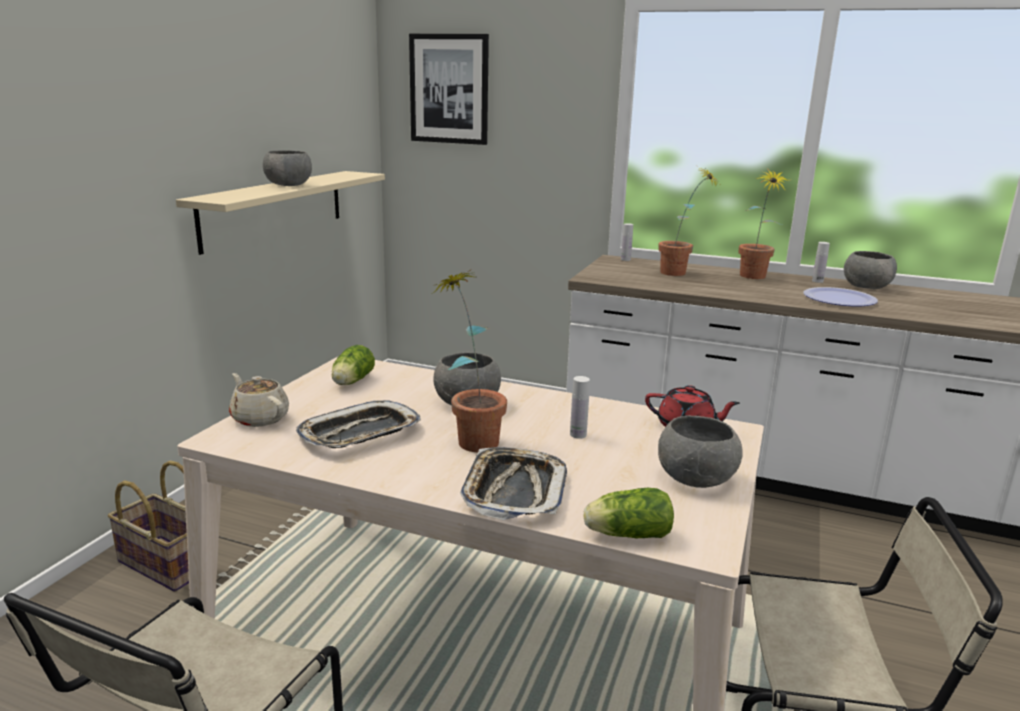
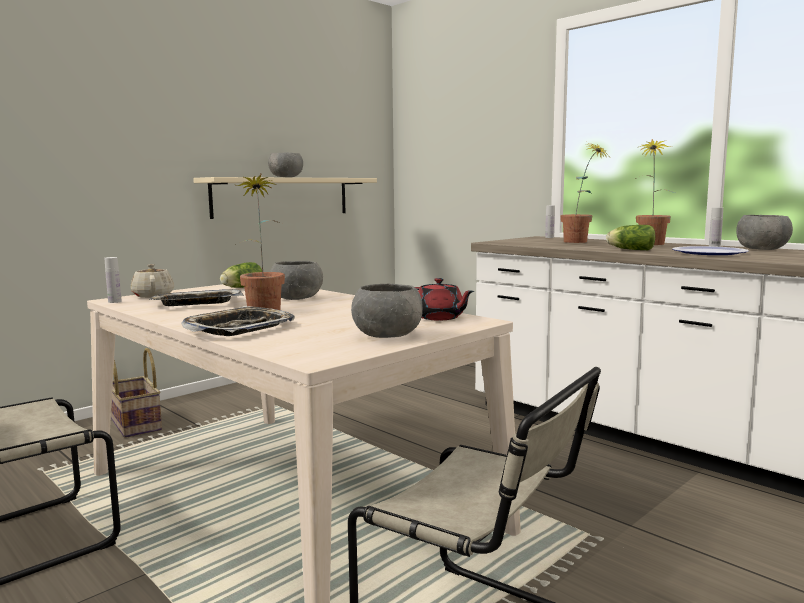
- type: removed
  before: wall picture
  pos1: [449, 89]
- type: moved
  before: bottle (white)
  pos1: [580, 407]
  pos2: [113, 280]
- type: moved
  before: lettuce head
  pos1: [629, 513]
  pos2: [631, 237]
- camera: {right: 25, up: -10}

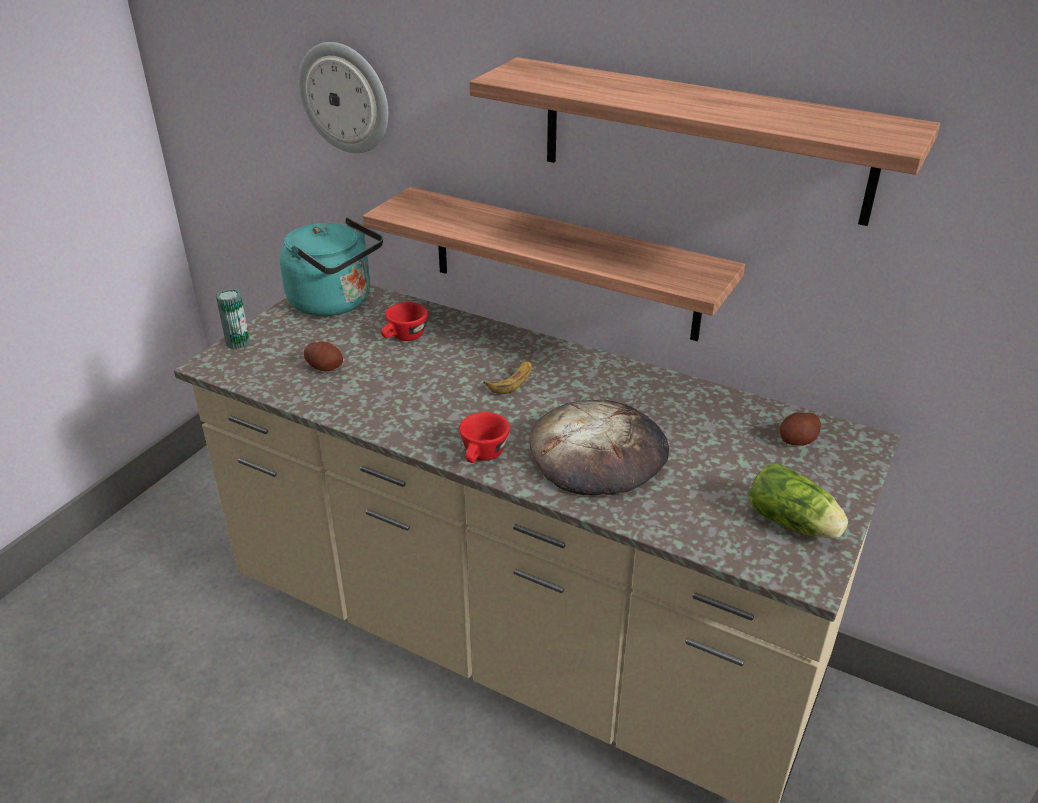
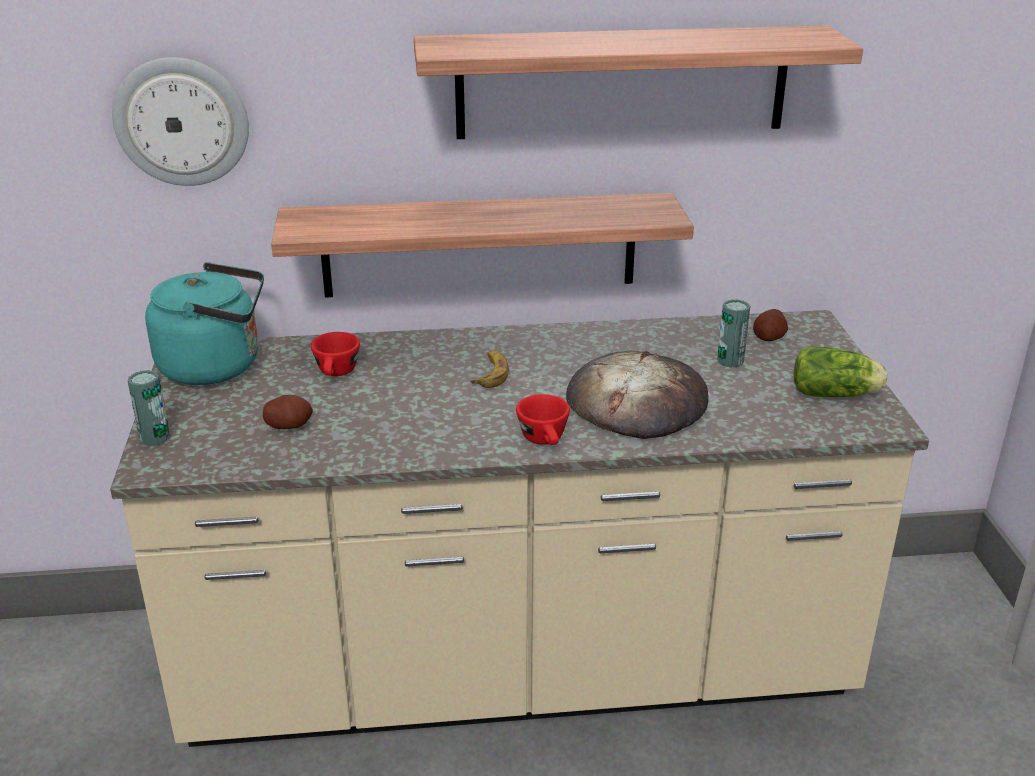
- type: added
  after: metal can
  pos2: [733, 333]
- camera: {right: -35, up: -5}

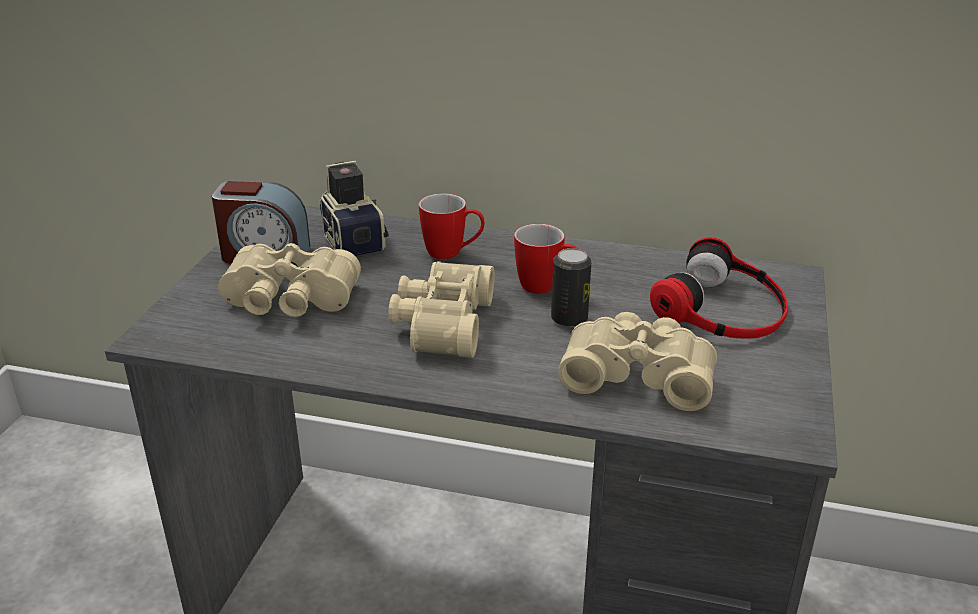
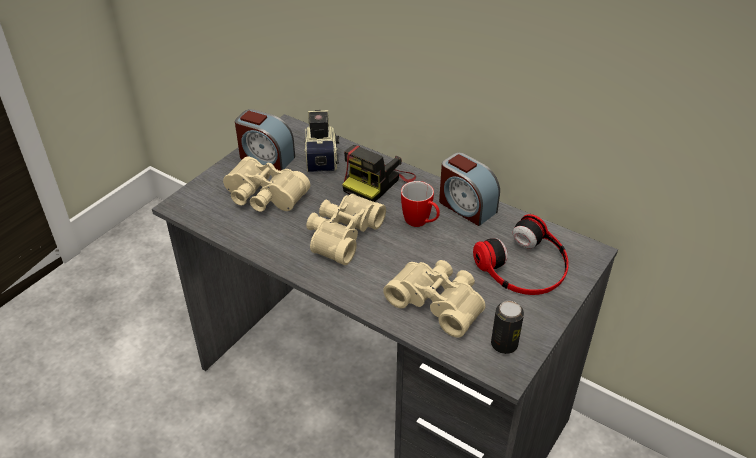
- type: replaced
  before: mug
  after: photo camera
  pos1: [452, 226]
  pos2: [379, 173]
- type: moved
  before: metal can
  pos1: [571, 287]
  pos2: [507, 327]
- type: added
  after: alarm clock
  pos2: [469, 189]
- camera: {right: 20, up: 10}

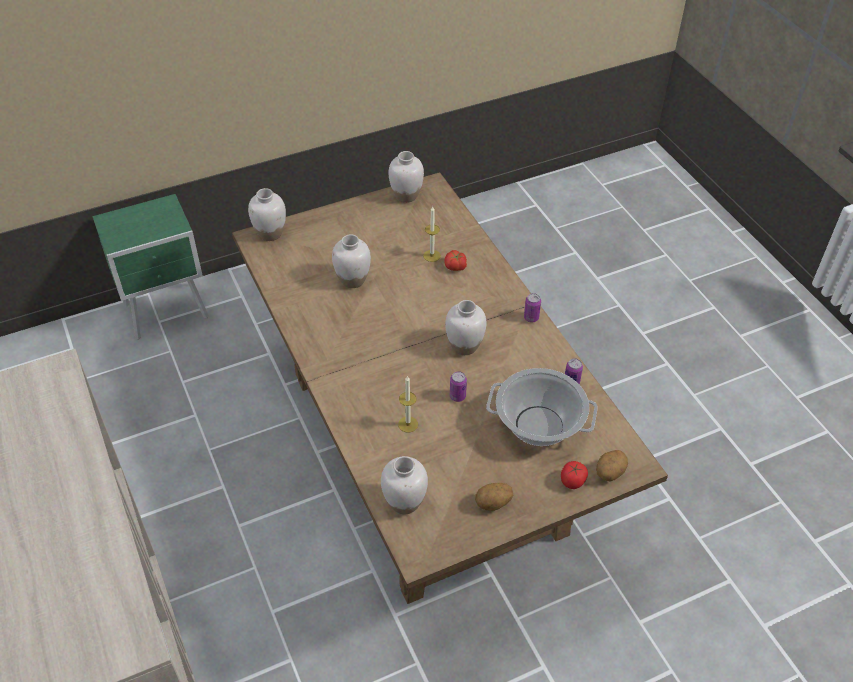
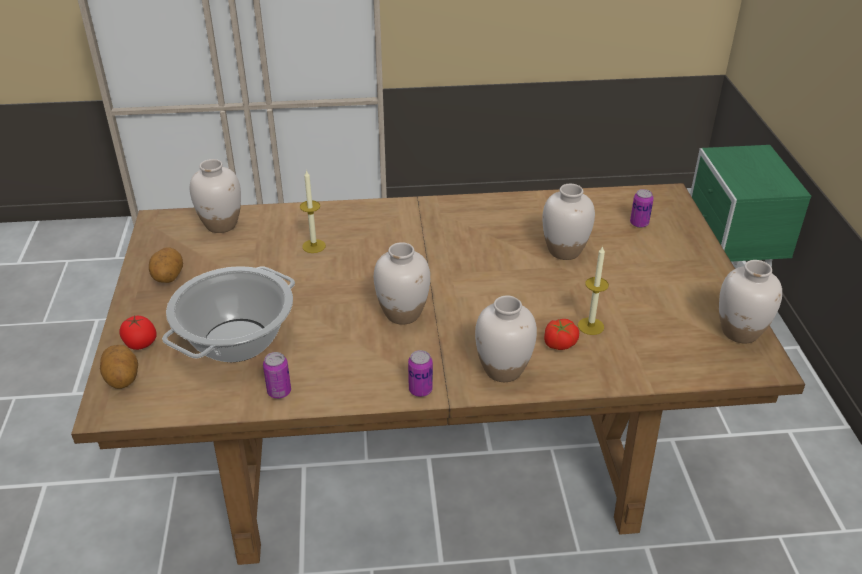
- type: moved
  before: vase (white)
  pos1: [267, 214]
  pos2: [506, 338]
- type: moved
  before: metal can
  pos1: [458, 386]
  pos2: [642, 208]
- camera: {right: 110, up: -10}

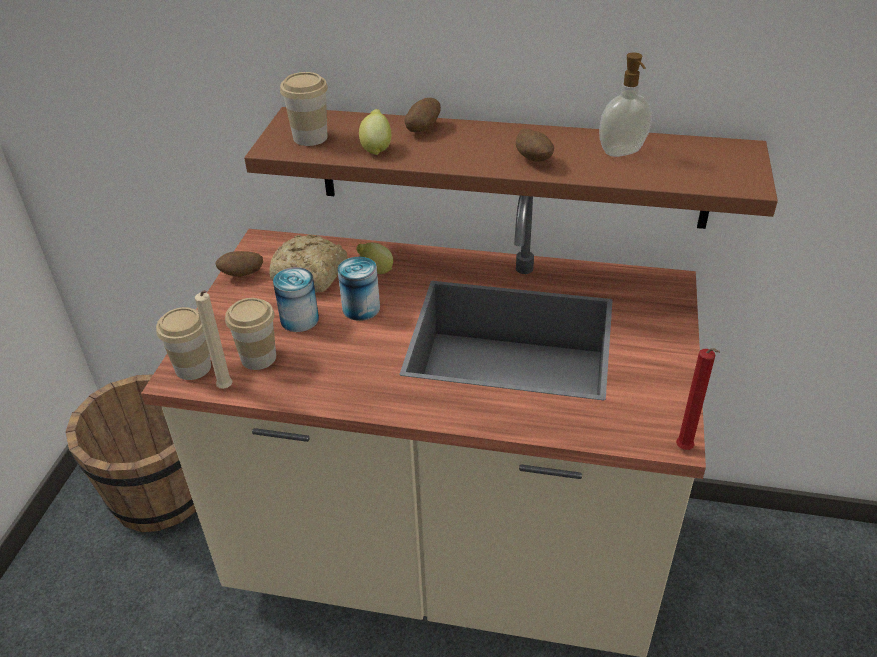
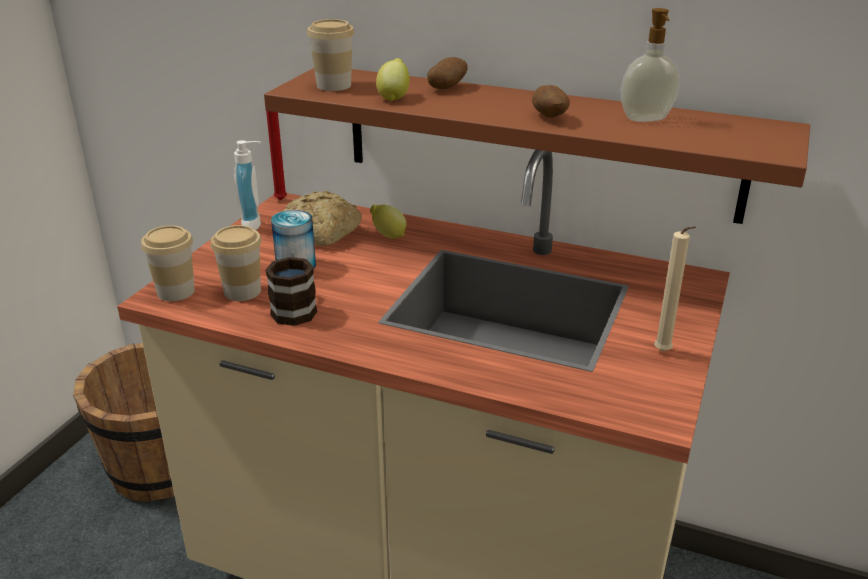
- type: moved
  before: wax candle (beige)
  pos1: [214, 339]
  pos2: [675, 289]
- type: replaced
  before: whole potato
  after: soap dispenser
  pos1: [239, 263]
  pos2: [247, 185]
- type: removed
  before: metal can
  pos1: [359, 289]
- type: moved
  before: wax candle (red)
  pos1: [698, 399]
  pos2: [276, 155]
- type: added
  after: mug
  pos2: [291, 290]
- camera: {right: 10, up: -10}

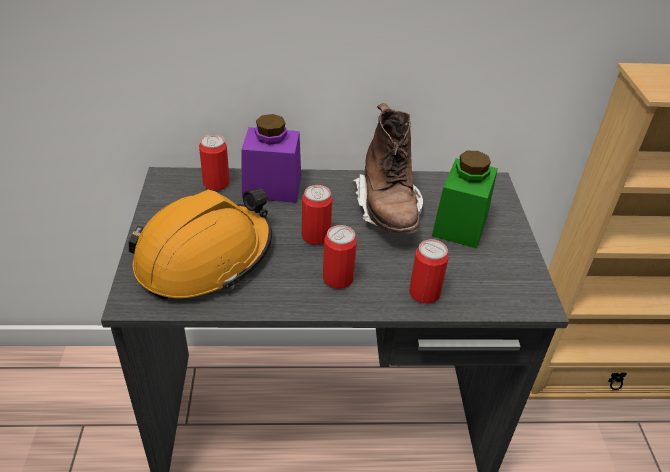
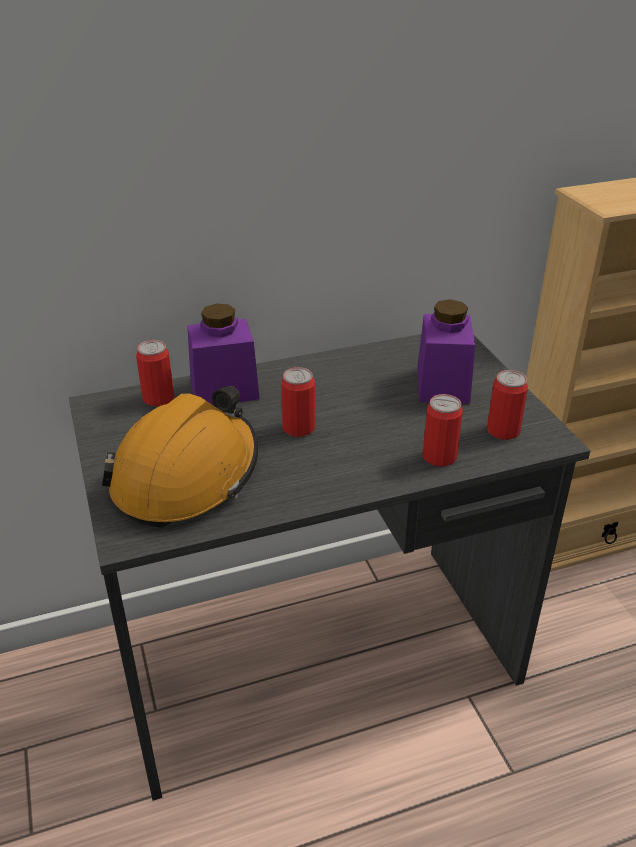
- type: moved
  before: metal can
  pos1: [340, 257]
  pos2: [507, 405]
- type: removed
  before: boot (brown-coloured)
  pos1: [388, 169]
- type: recoloured
  before: preserve jar (green)
  after: preserve jar (purple)
  pos1: [465, 200]
  pos2: [446, 351]
- camera: {right: -15, up: -5}

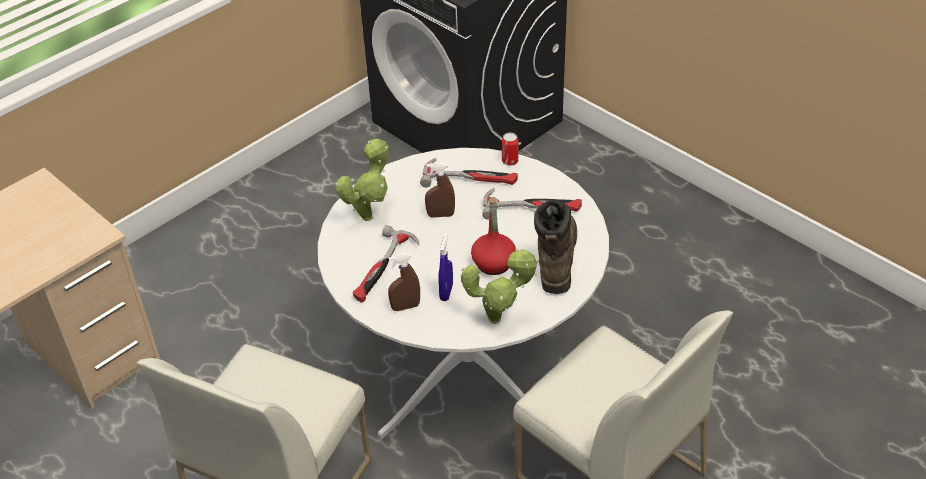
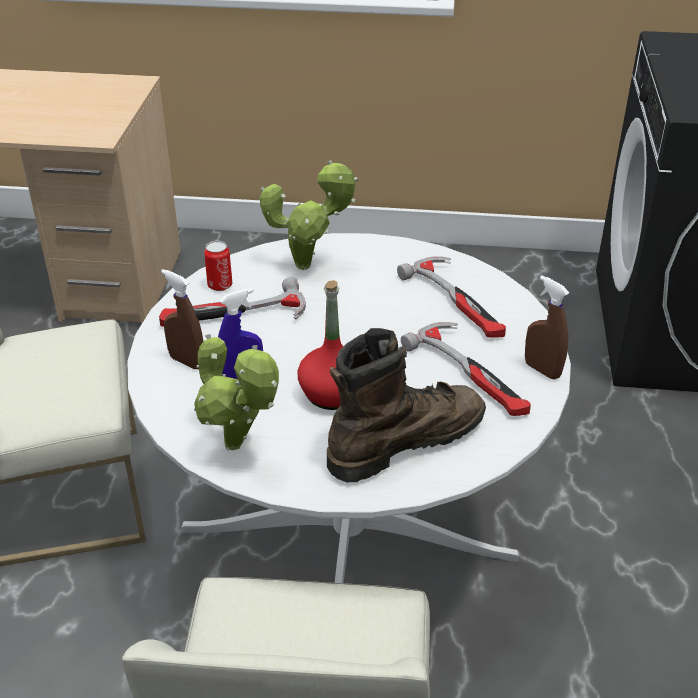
- type: moved
  before: sprayer (brown-coloured)
  pos1: [440, 190]
  pos2: [547, 327]
- type: moved
  before: metal can
  pos1: [510, 149]
  pos2: [218, 266]
- camera: {right: 50, up: -5}

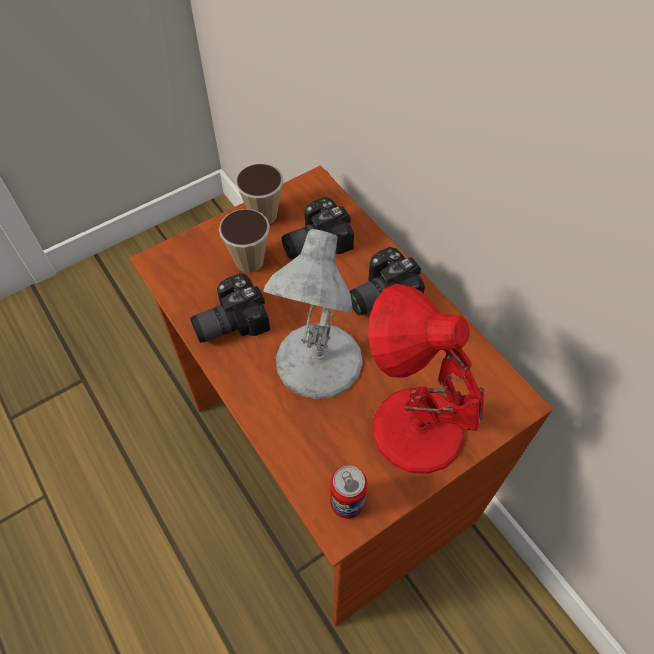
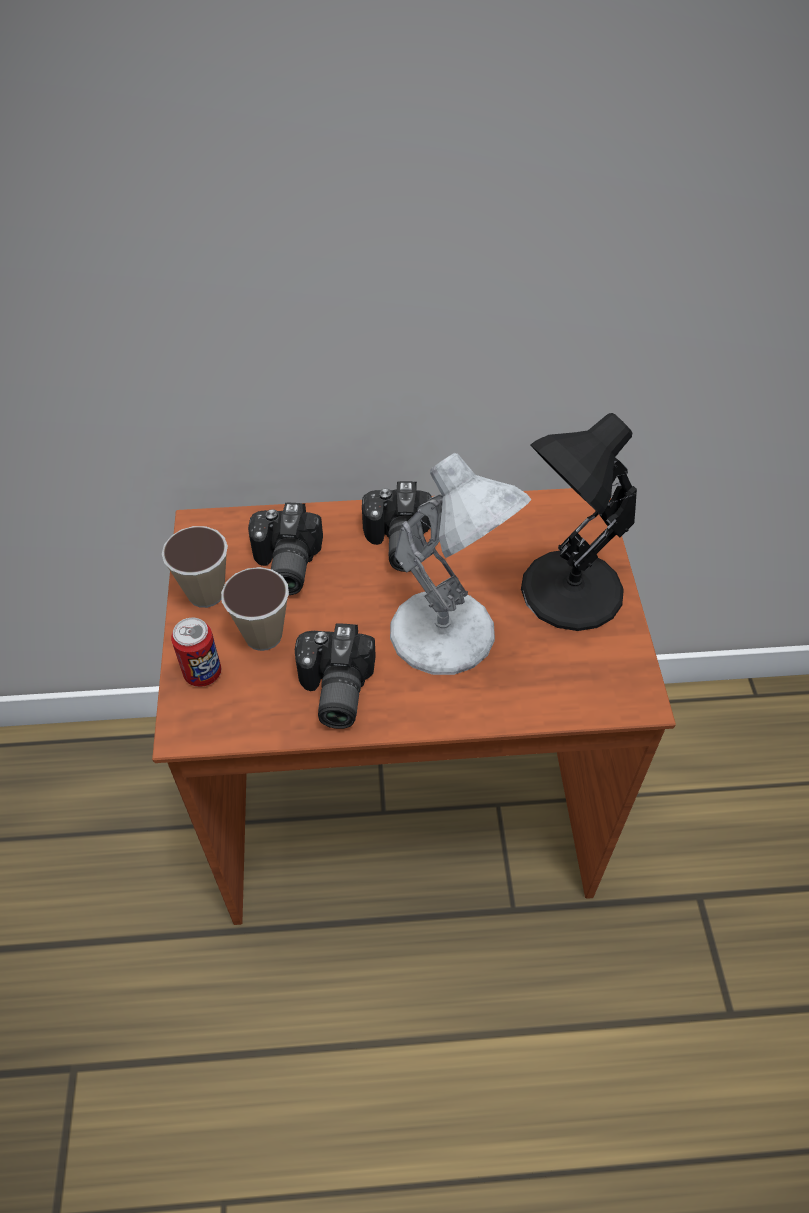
- type: moved
  before: metal can
  pos1: [348, 492]
  pos2: [196, 652]
- type: recoloured
  before: tabletop lamp (red)
  after: tabletop lamp (black)
  pos1: [426, 379]
  pos2: [579, 522]
- camera: {right: -60, up: -5}

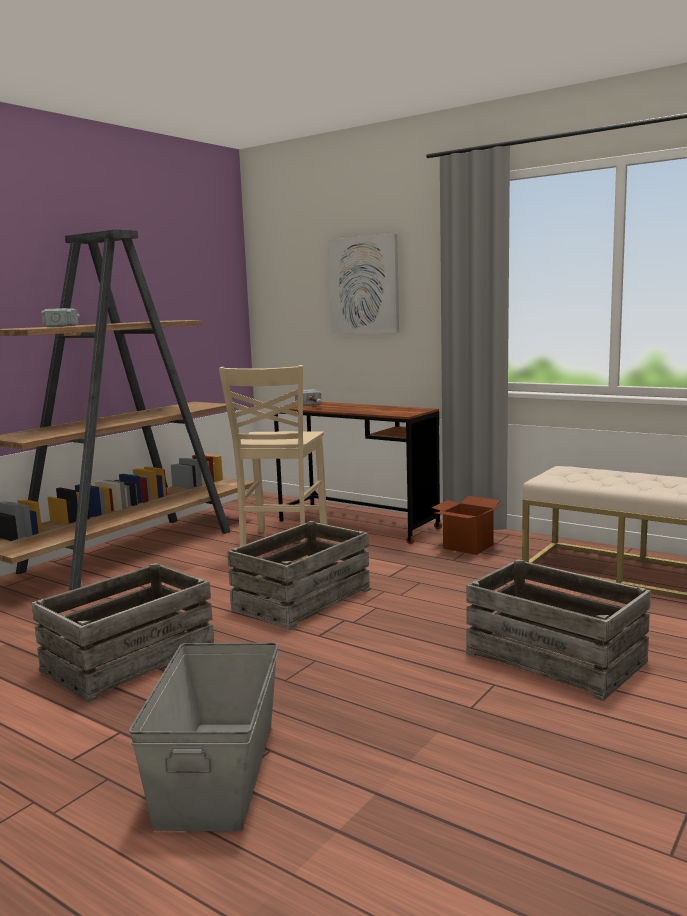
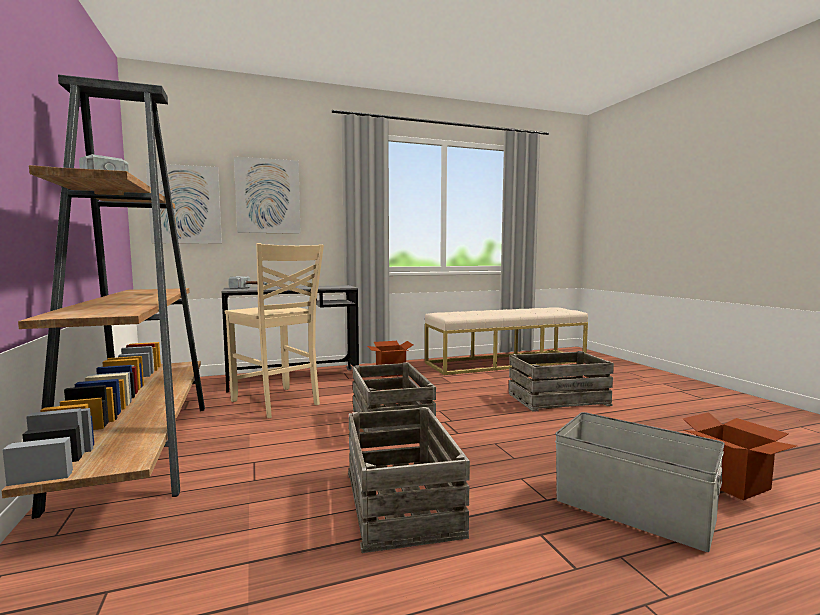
- type: recoloured
  before: desk unit (brown-coloured)
  after: desk unit (gray)
  pos1: [358, 473]
  pos2: [290, 339]
- type: added
  after: wall picture
  pos2: [184, 203]
- type: added
  after: packing box
  pos2: [740, 456]
- camera: {right: -55, up: -5}

